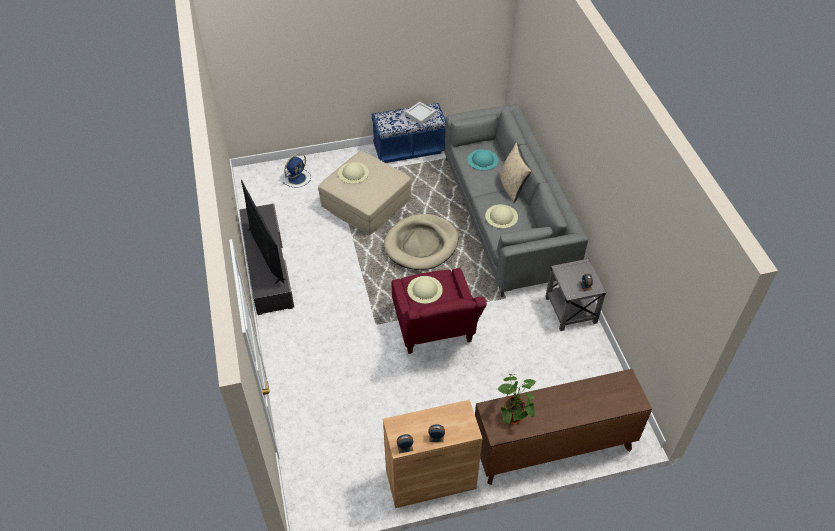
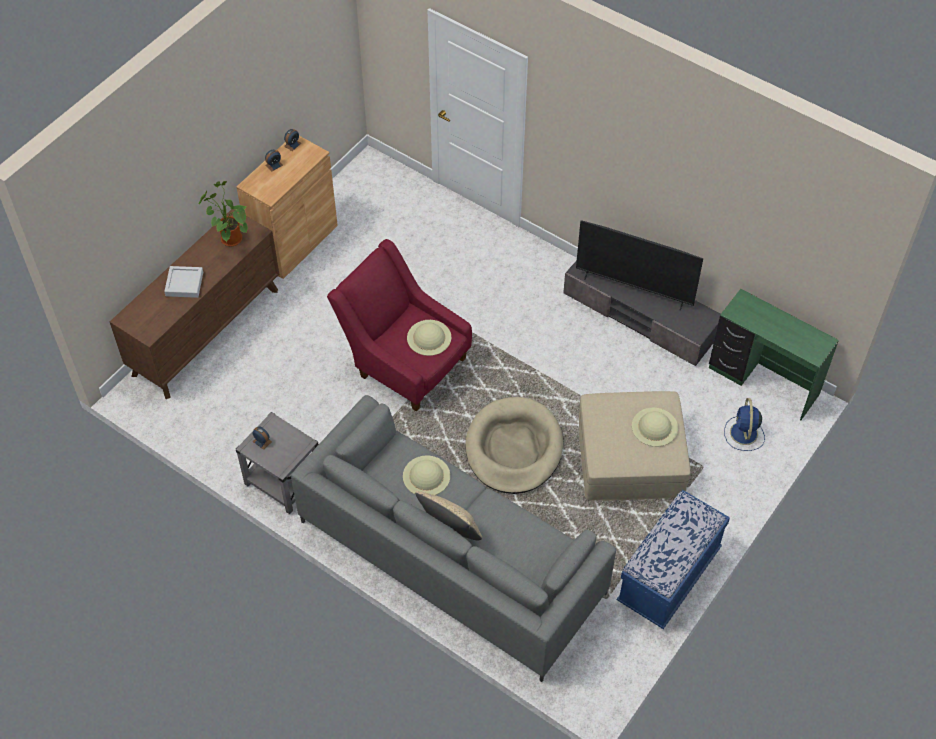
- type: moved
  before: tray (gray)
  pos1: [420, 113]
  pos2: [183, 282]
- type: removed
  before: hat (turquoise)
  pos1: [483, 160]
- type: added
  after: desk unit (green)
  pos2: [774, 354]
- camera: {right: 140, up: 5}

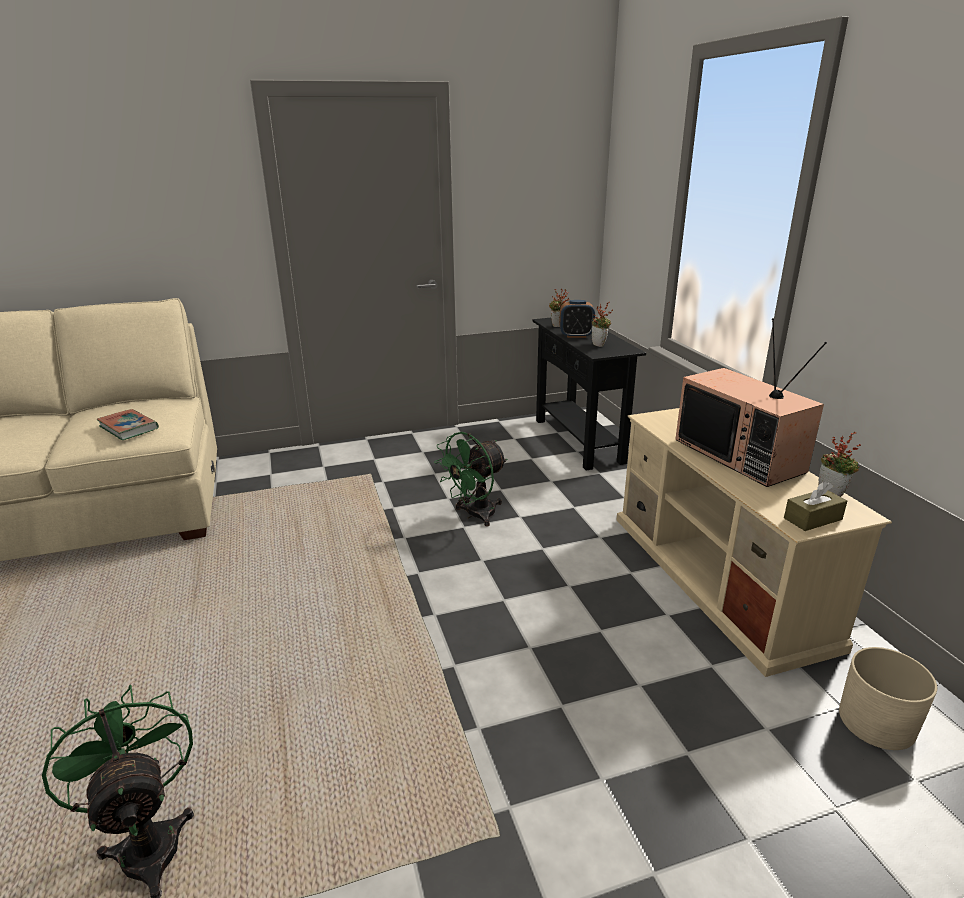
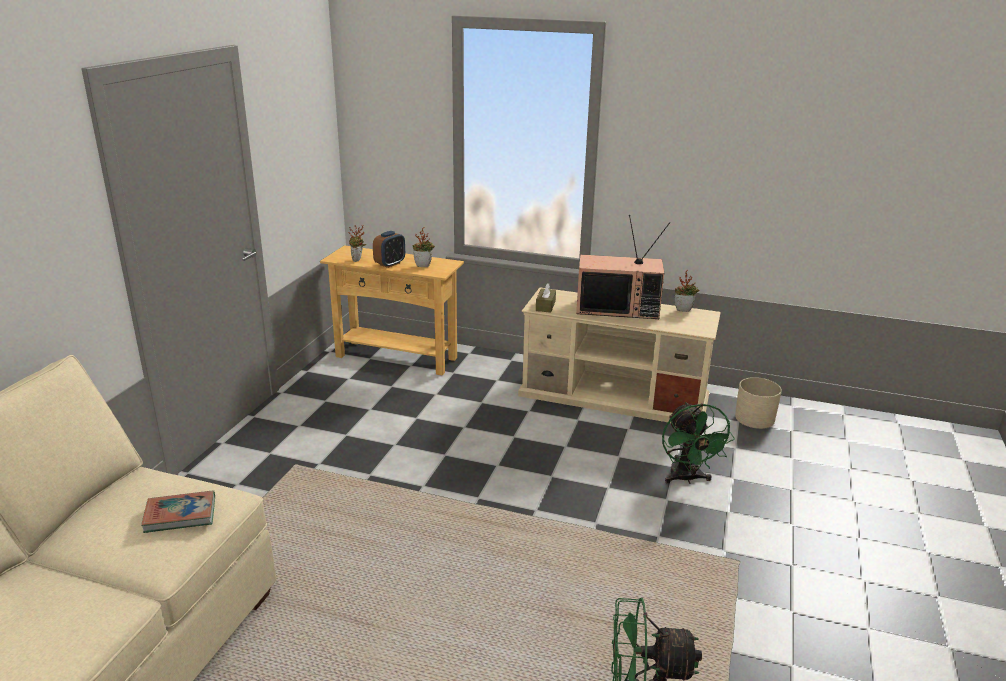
- type: moved
  before: electric fan (green)
  pos1: [470, 479]
  pos2: [698, 443]
- type: recoloured
  before: console table (black)
  after: console table (beige)
  pos1: [589, 394]
  pos2: [392, 310]
- type: moved
  before: box of tissues (brown-coloured)
  pos1: [815, 506]
  pos2: [546, 298]
- camera: {right: -55, up: 0}

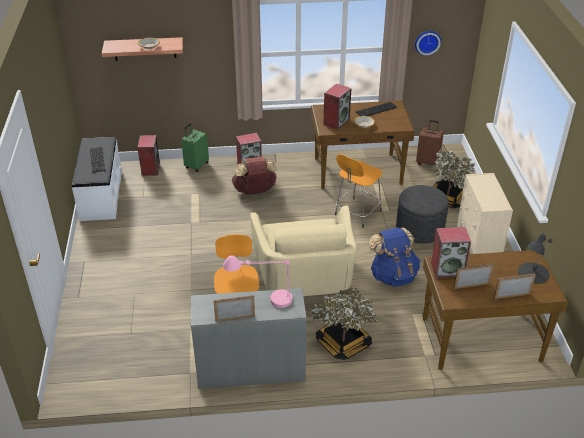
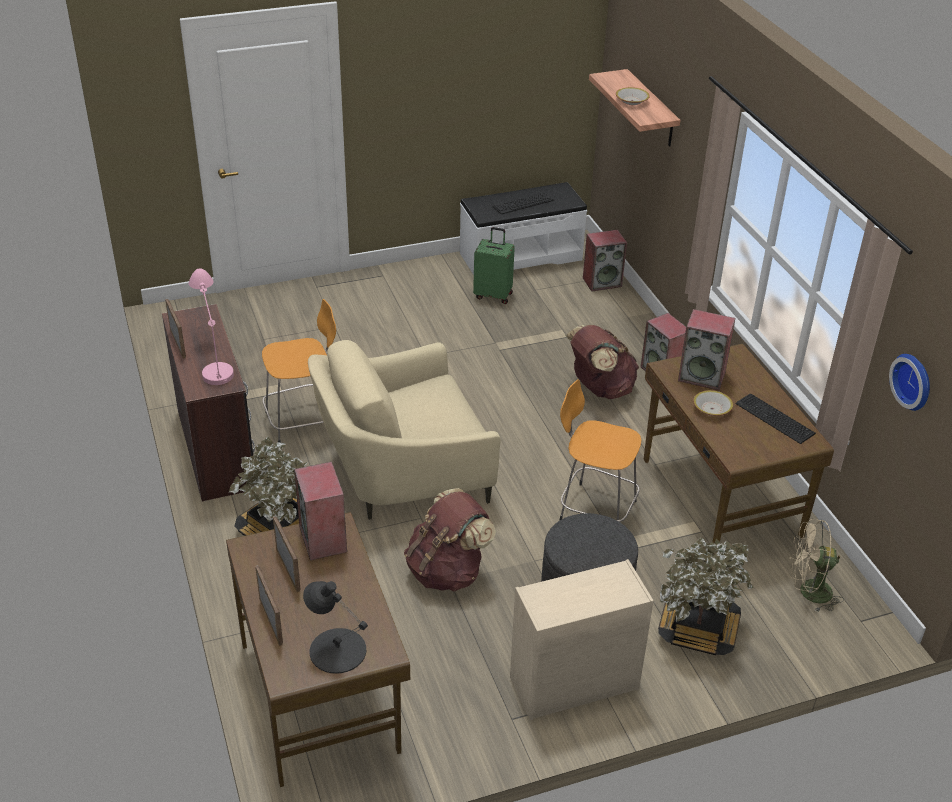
- type: moved
  before: piece of luggage (green)
  pos1: [195, 148]
  pos2: [494, 265]
- type: recoloured
  before: desk unit (gray)
  after: desk unit (brown-coloured)
  pos1: [249, 338]
  pos2: [208, 403]
- type: recoloured
  before: rucksack (blue)
  after: rucksack (brown-coloured)
  pos1: [394, 257]
  pos2: [450, 539]
- type: replaced
  before: piece of luggage (brown-coloured)
  after: electric fan (beige)
  pos1: [430, 142]
  pos2: [817, 565]
- camera: {right: 75, up: 0}

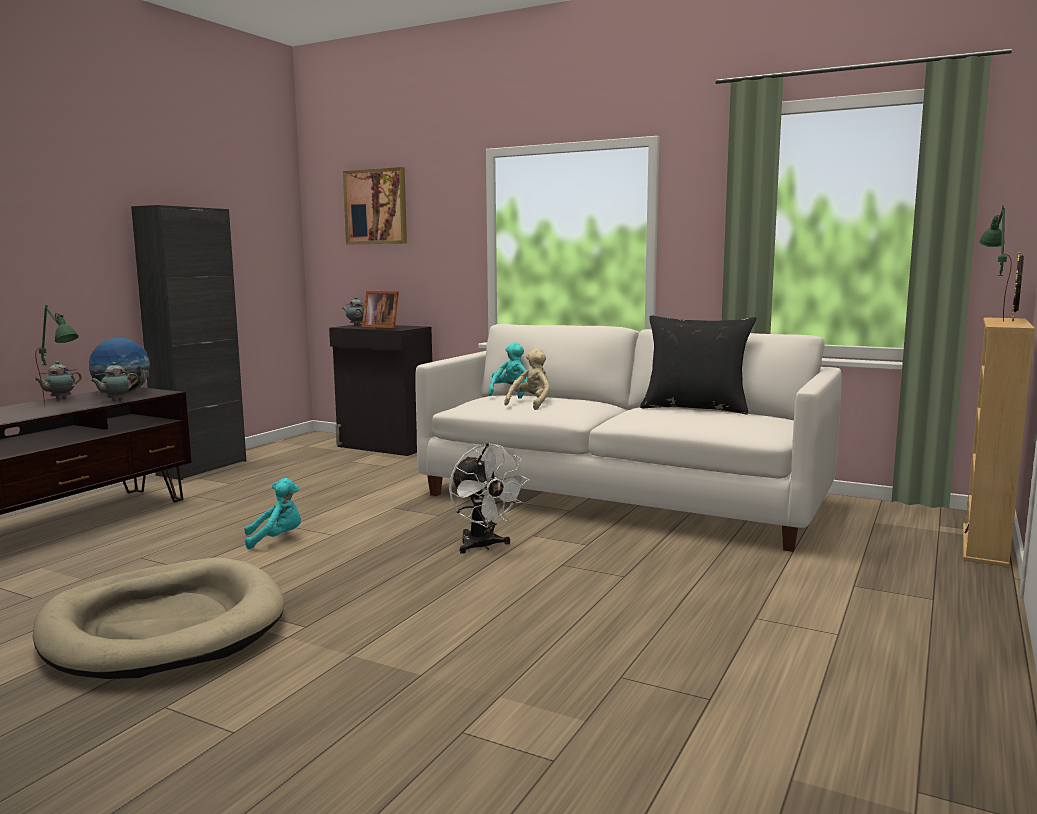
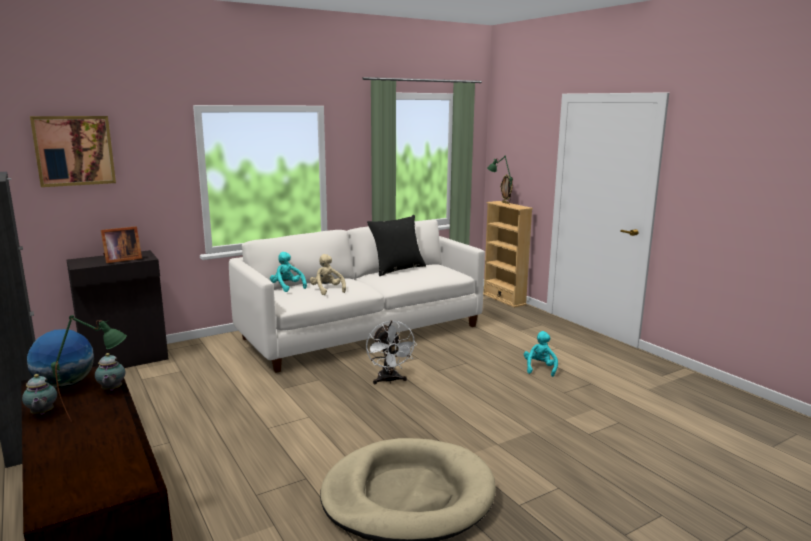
- type: moved
  before: soft toy (turquoise)
  pos1: [272, 513]
  pos2: [541, 354]
- type: removed
  before: teapot
  pos1: [353, 311]
- type: turned
  before: electric fan (white)
  pos1: [489, 498]
  pos2: [391, 352]
  turn: 75
- camera: {right: -60, up: 5}

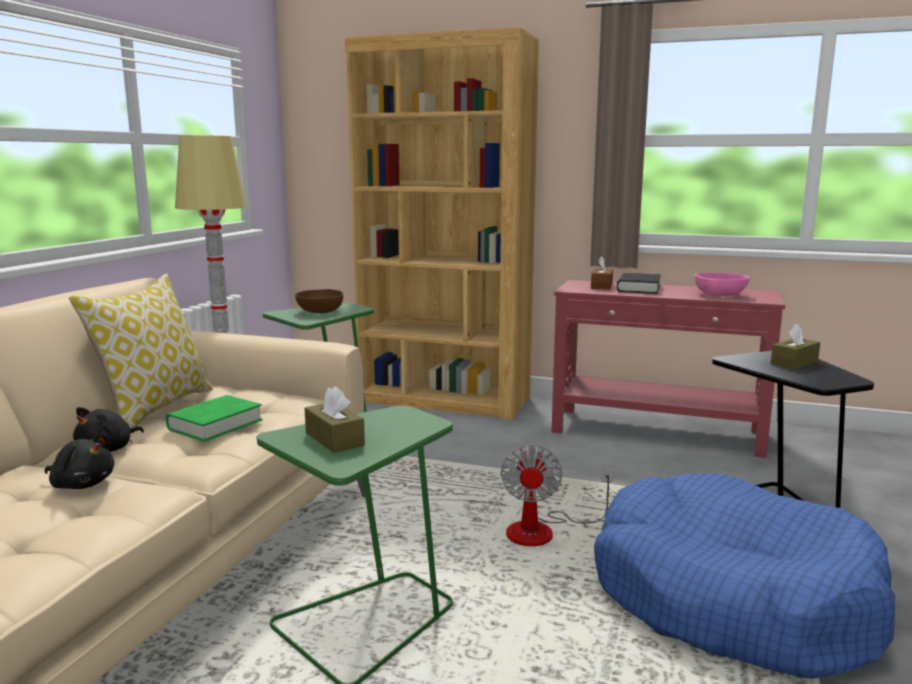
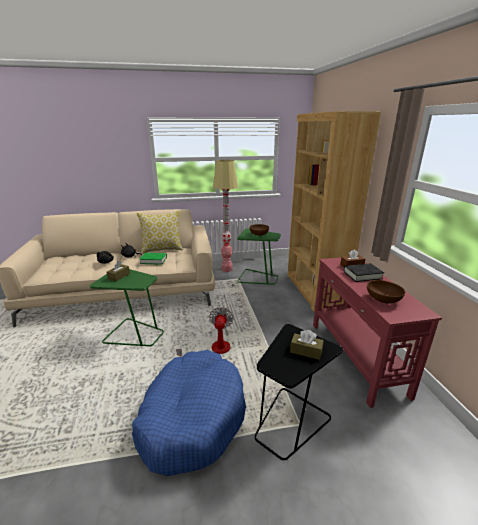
- type: turned
  before: electric fan
  pos1: [557, 495]
  pos2: [205, 331]
  turn: 120
- type: recoloured
  before: bowl (pinkish)
  after: bowl (brown-coloured)
  pos1: [722, 284]
  pos2: [386, 292]
- camera: {right: 60, up: 10}

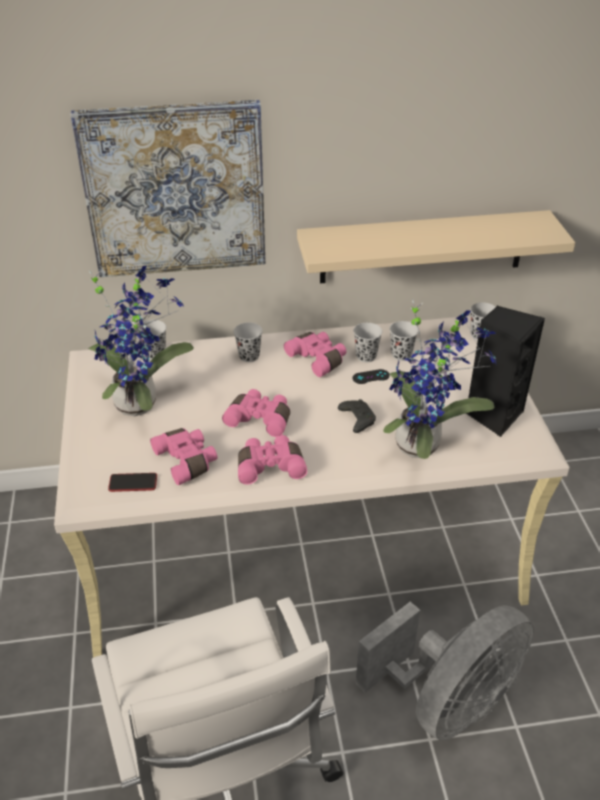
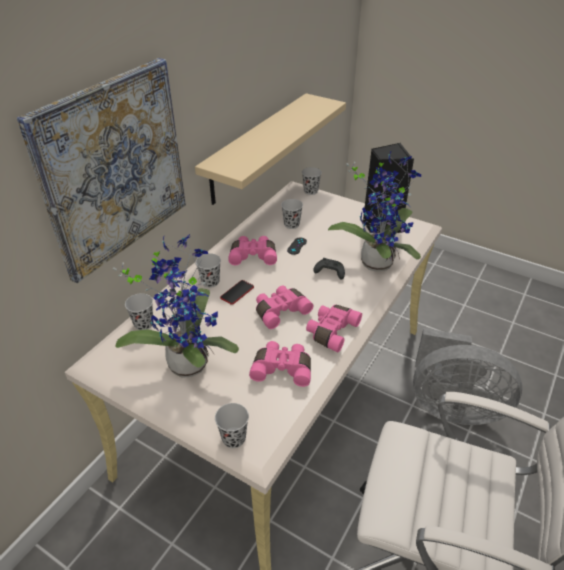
- type: moved
  before: telephone
  pos1: [132, 482]
  pos2: [237, 292]
- type: moved
  before: small cup (black)
  pos1: [367, 342]
  pos2: [232, 425]
- type: turned
  before: electric fan (gray)
  pos1: [445, 671]
  pos2: [467, 376]
  turn: 105
- camera: {right: -50, up: 0}

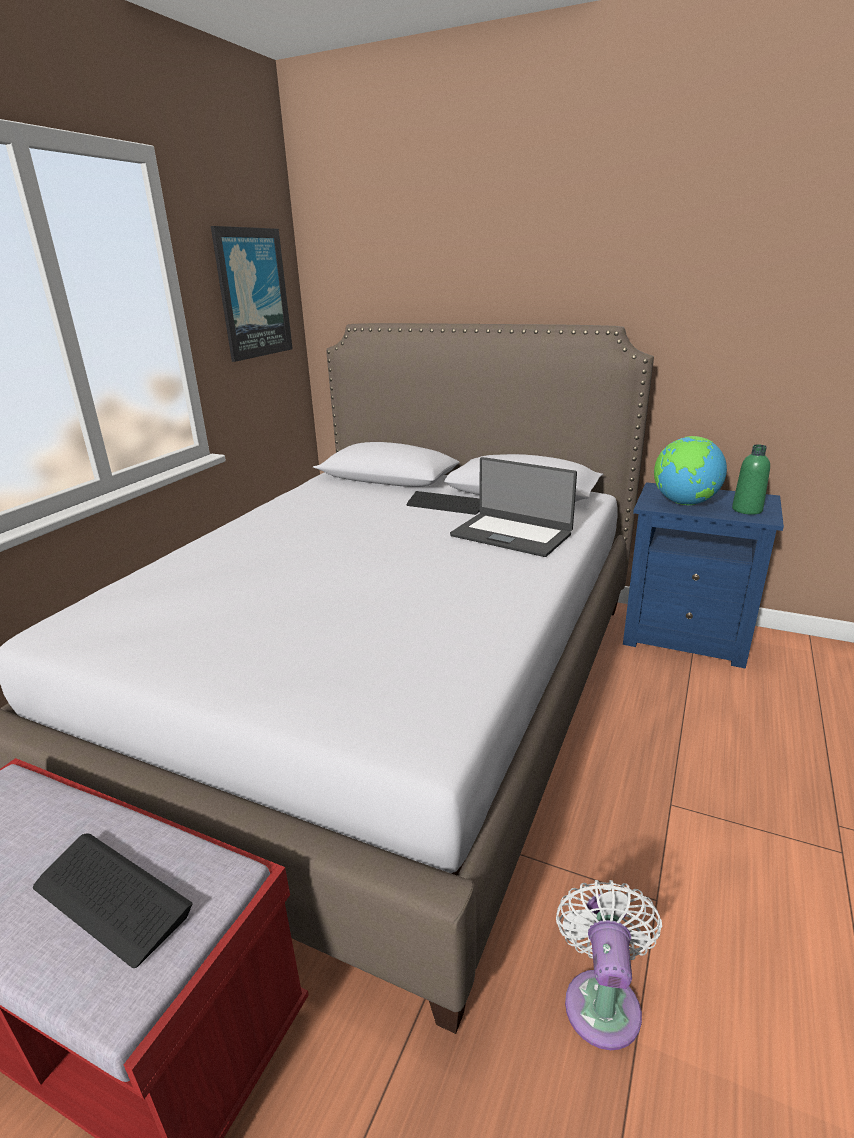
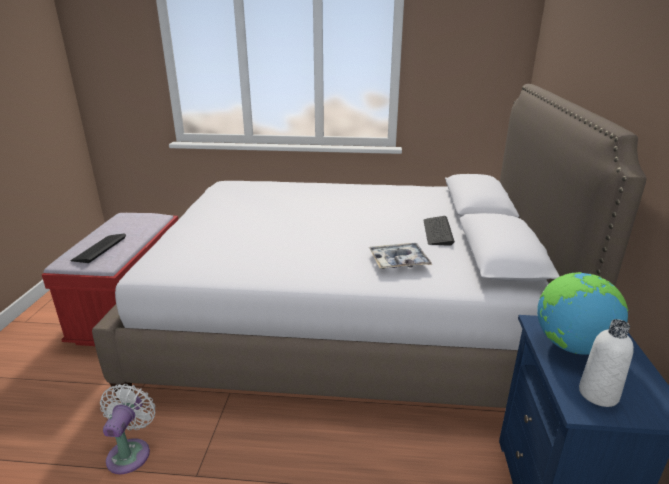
- type: removed
  before: wall picture
  pos1: [252, 294]
- type: replaced
  before: portable computer
  after: tray
  pos1: [513, 507]
  pos2: [400, 256]
- type: turned
  before: electric fan (white)
  pos1: [609, 965]
  pos2: [127, 429]
  turn: -75
- type: recoloured
  before: bottle (green)
  after: bottle (white)
  pos1: [751, 479]
  pos2: [606, 363]
- camera: {right: 70, up: 0}

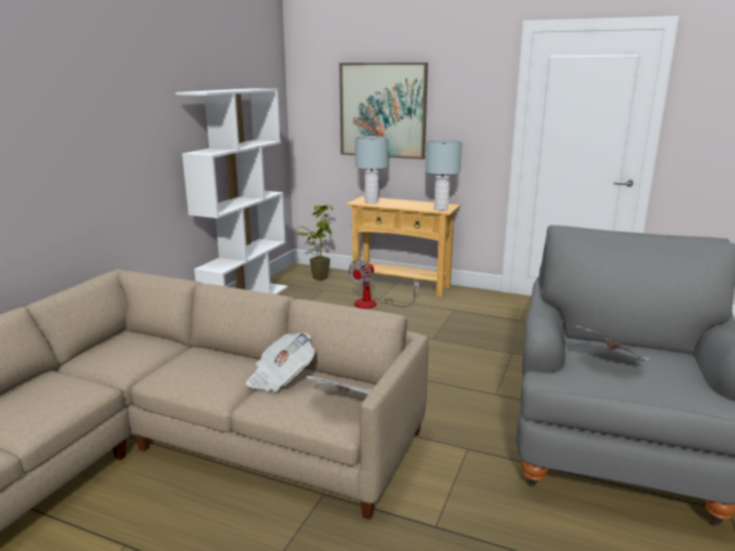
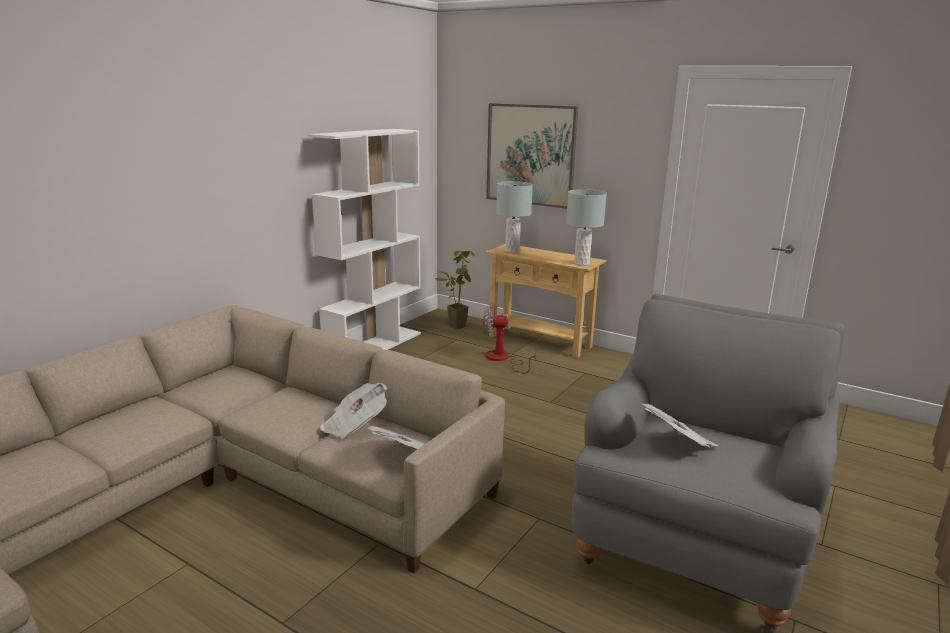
- type: turned
  before: electric fan
  pos1: [383, 284]
  pos2: [509, 340]
  turn: 45
- camera: {right: 10, up: 0}

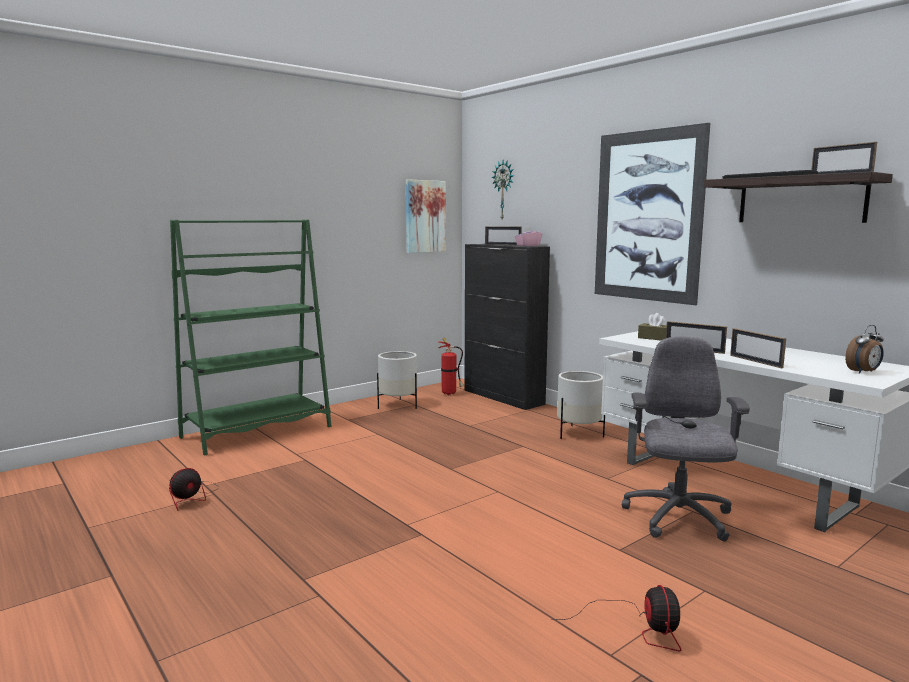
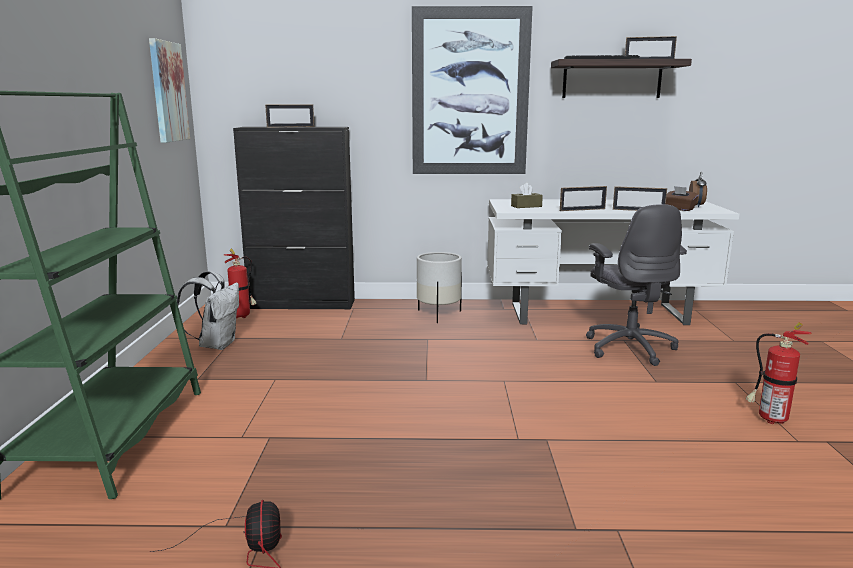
- type: replaced
  before: flower pot (white)
  after: rucksack (white)
  pos1: [397, 380]
  pos2: [208, 310]
- type: removed
  before: clock on the wall
  pos1: [502, 189]
- type: removed
  before: box of tissues (pinkish)
  pos1: [528, 236]
- type: replaced
  before: electric fan
  after: fire extinguisher
  pos1: [616, 618]
  pos2: [779, 373]
- type: turned
  before: desk chair (gray)
  pos1: [686, 439]
  pos2: [636, 285]
  turn: -150
- type: added
  after: box of tissues (brown-coloured)
  pos2: [682, 198]
- camera: {right: -50, up: 5}

